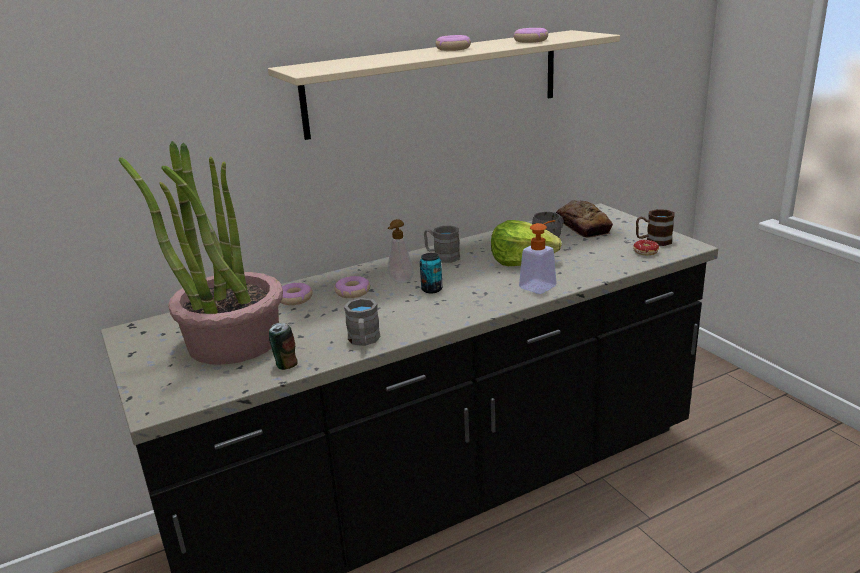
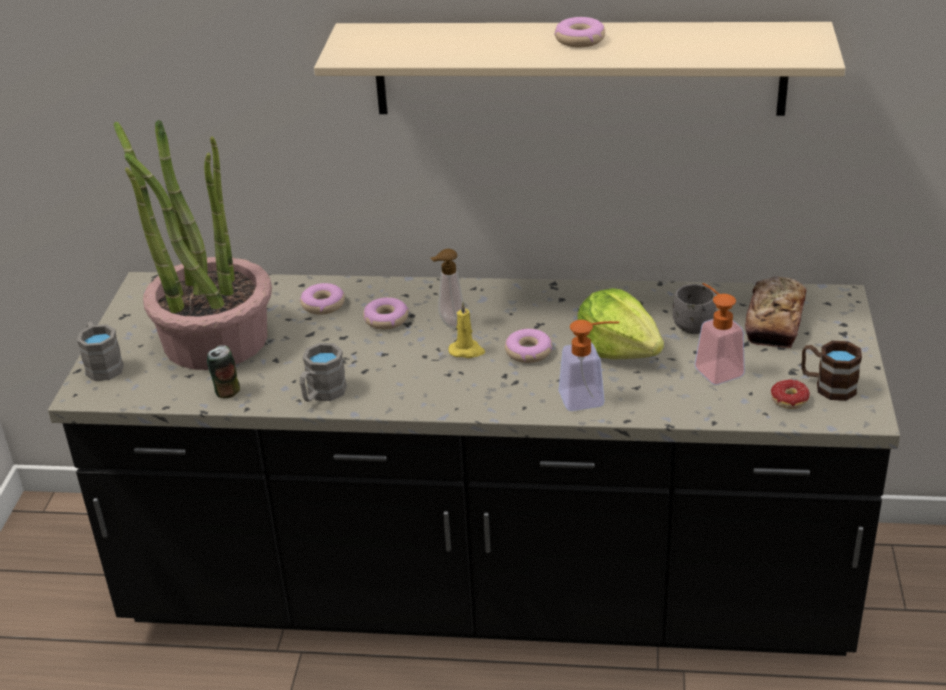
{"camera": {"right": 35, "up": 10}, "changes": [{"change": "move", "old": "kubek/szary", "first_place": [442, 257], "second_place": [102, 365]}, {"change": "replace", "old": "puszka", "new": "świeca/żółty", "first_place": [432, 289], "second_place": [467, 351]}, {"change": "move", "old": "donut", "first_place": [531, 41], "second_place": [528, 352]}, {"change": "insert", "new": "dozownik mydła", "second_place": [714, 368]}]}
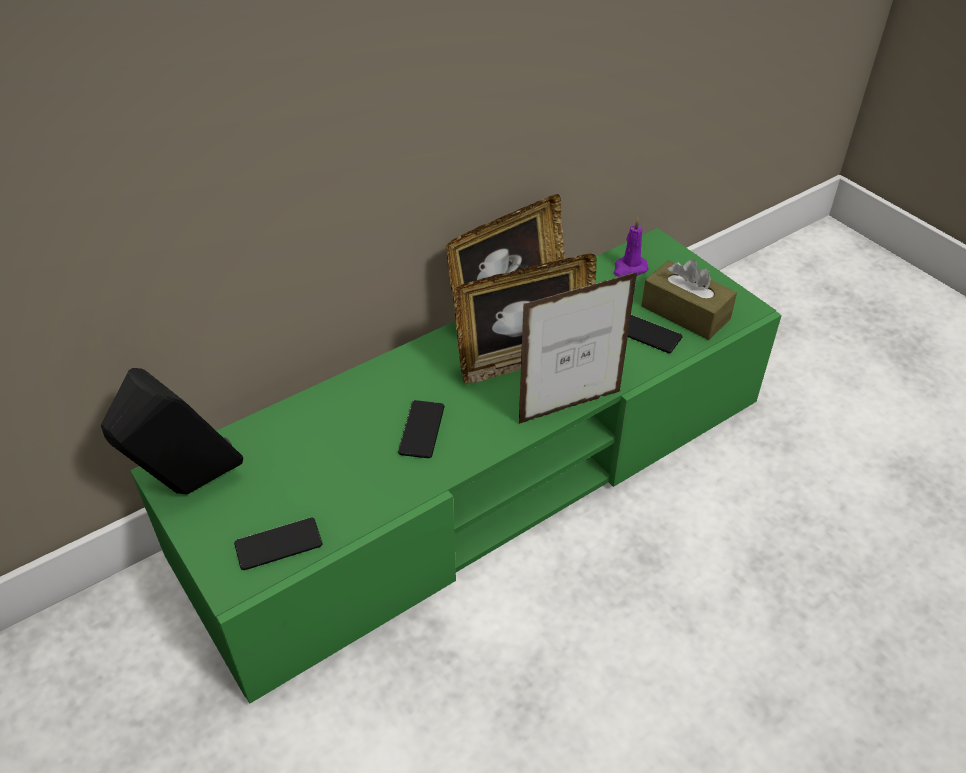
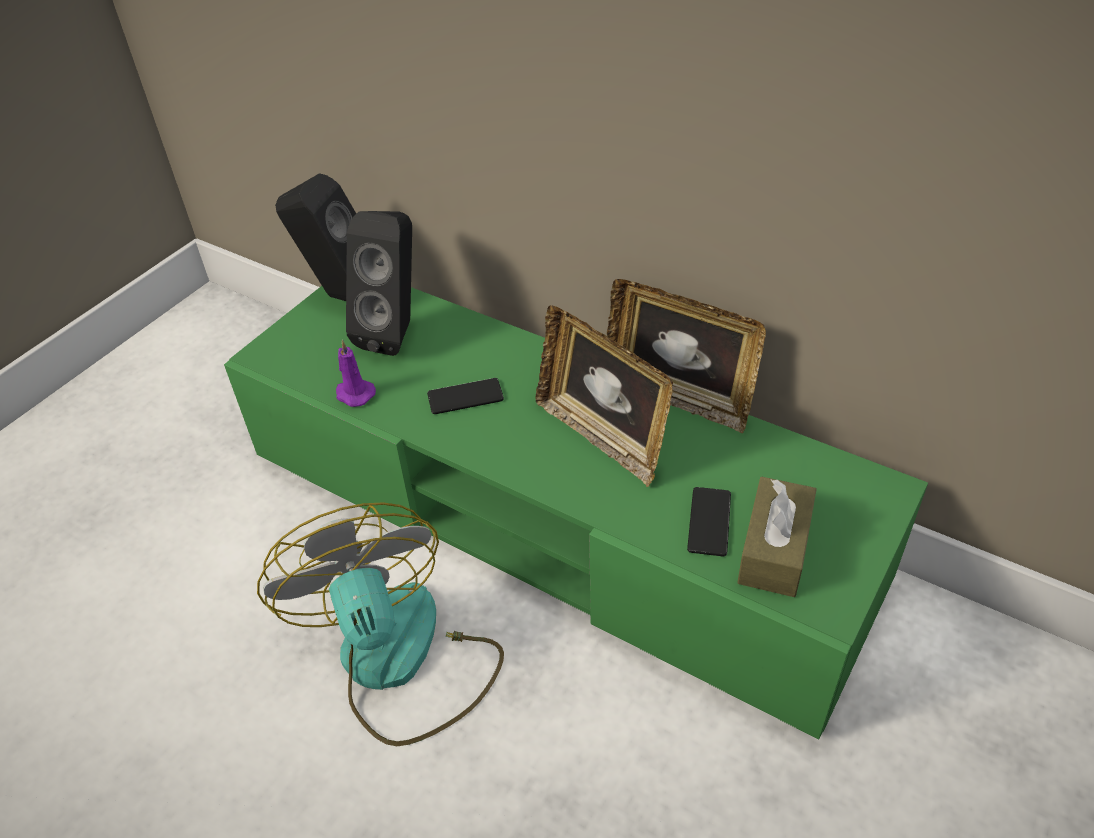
{"camera": {"right": 70, "up": 0}, "changes": [{"change": "insert", "new": "wentylator", "second_place": [400, 662]}, {"change": "move", "old": "świeca/fioletowy", "first_place": [629, 269], "second_place": [354, 394]}, {"change": "insert", "new": "głośnik/czarny", "second_place": [396, 333]}, {"change": "delete", "old": "telefon", "first_place": [278, 544]}, {"change": "delete", "old": "ramka na zdjęcie", "first_place": [570, 407]}]}
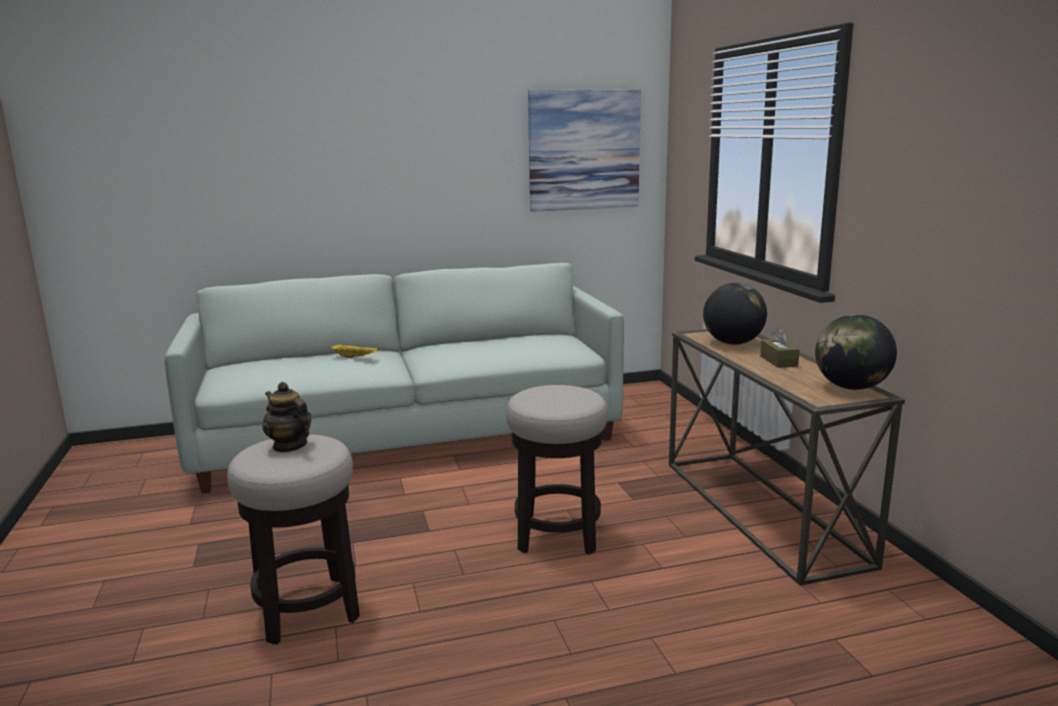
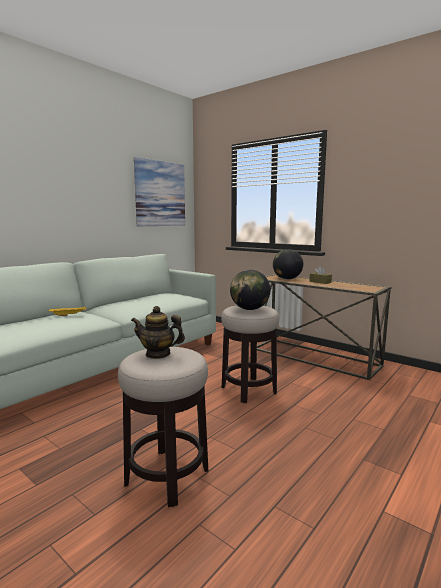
{"camera": {"right": -35, "up": -5}, "changes": [{"change": "move", "old": "globus", "first_place": [851, 387], "second_place": [249, 309]}]}
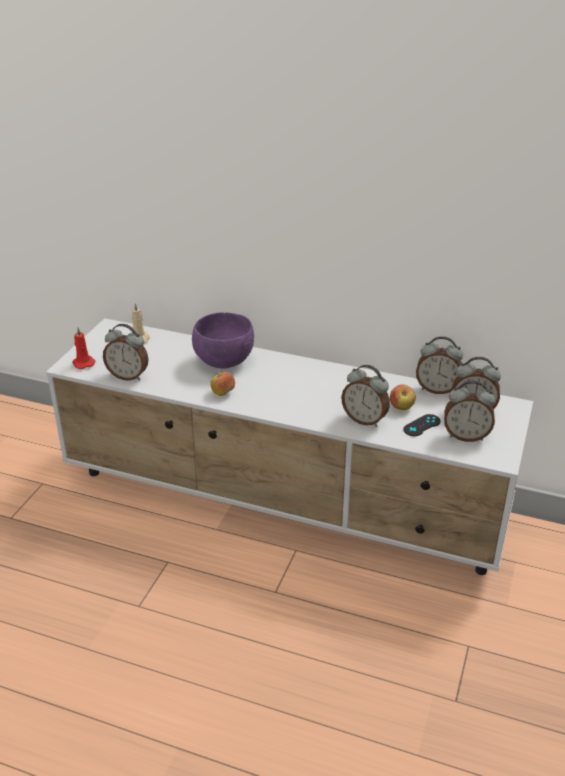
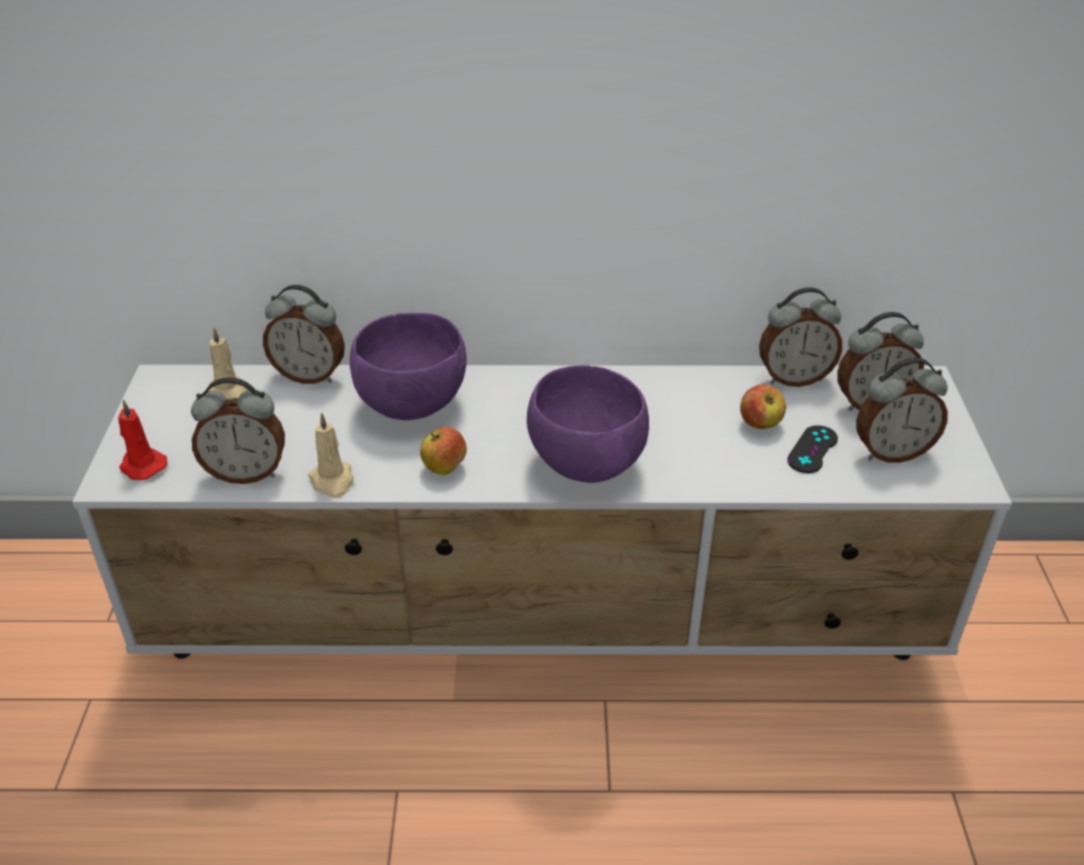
{"camera": {"right": -20, "up": 5}, "changes": [{"change": "move", "old": "budzik", "first_place": [364, 419], "second_place": [310, 375]}, {"change": "insert", "new": "świeca/beżowy", "second_place": [332, 481]}, {"change": "insert", "new": "miska/fioletowy", "second_place": [585, 465]}]}
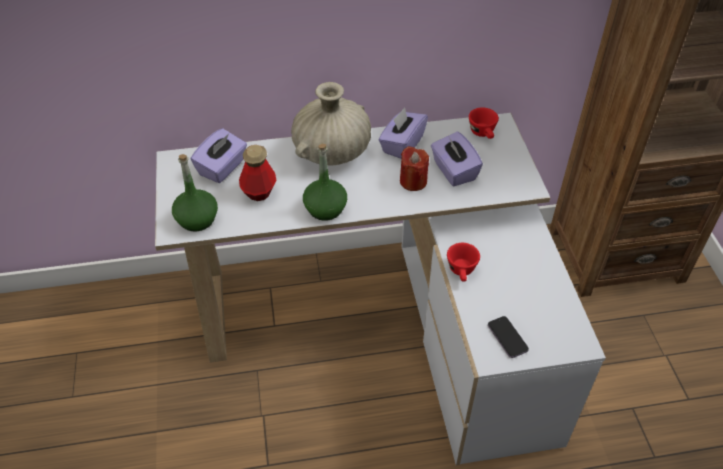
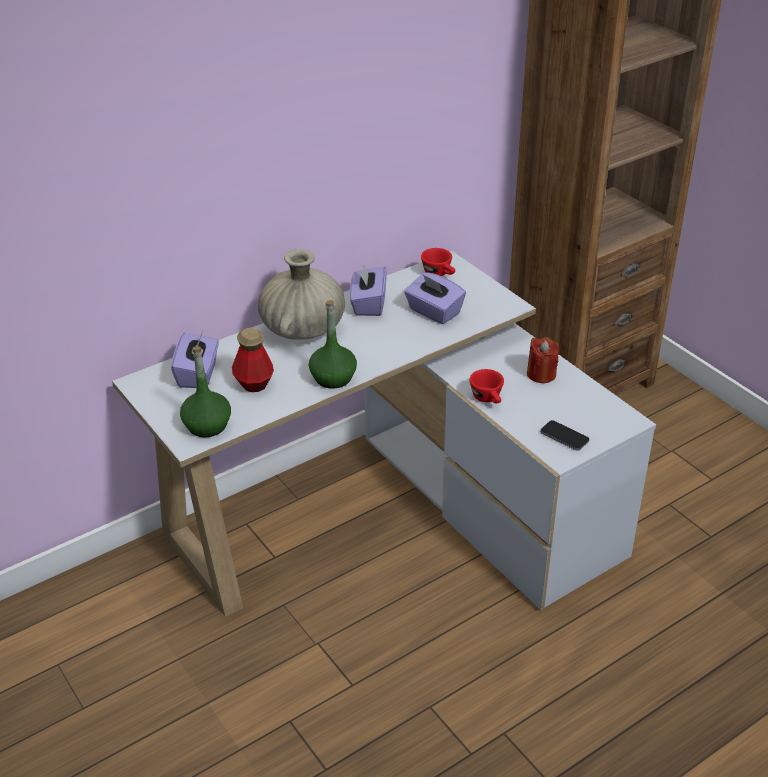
{"camera": {"right": -25, "up": -10}, "changes": [{"change": "move", "old": "świeca/czerwony", "first_place": [413, 181], "second_place": [541, 374]}]}
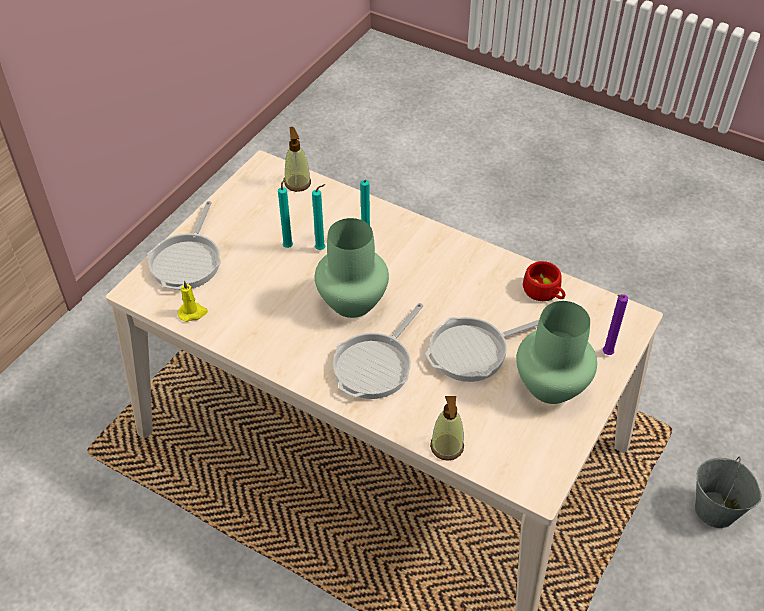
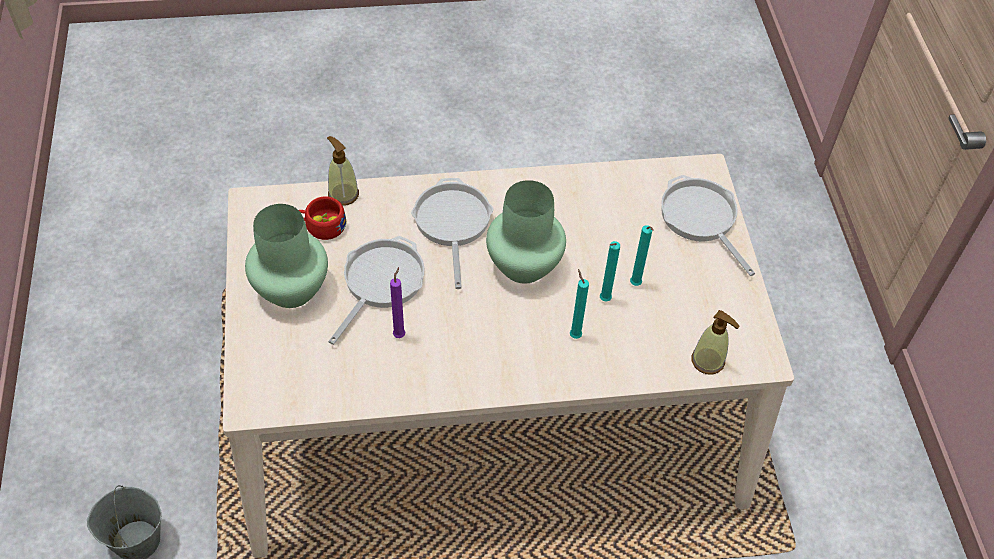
{"camera": {"right": 140, "up": 5}, "changes": [{"change": "move", "old": "filiżanka/czerwony", "first_place": [544, 292], "second_place": [321, 225]}, {"change": "move", "old": "świeca/fioletowy", "first_place": [606, 354], "second_place": [400, 334]}, {"change": "delete", "old": "świeca/żółty", "first_place": [193, 313]}]}
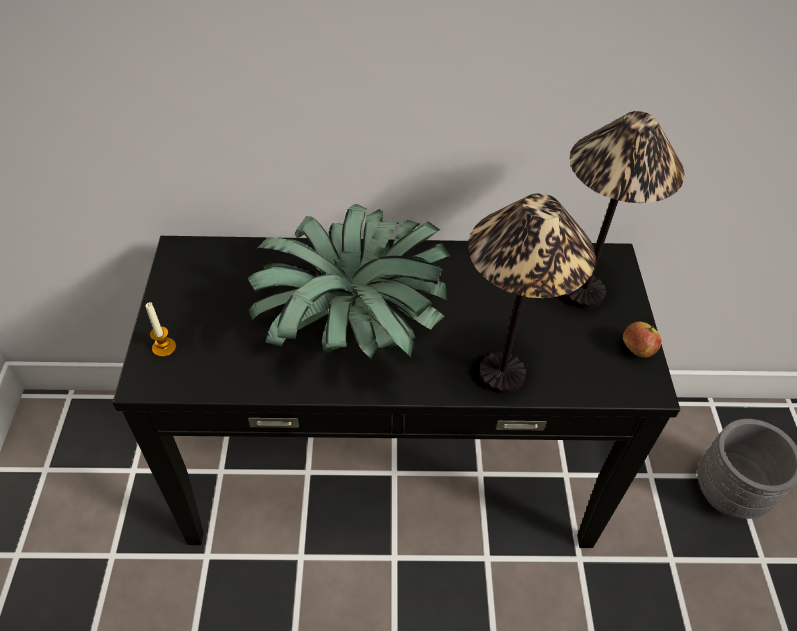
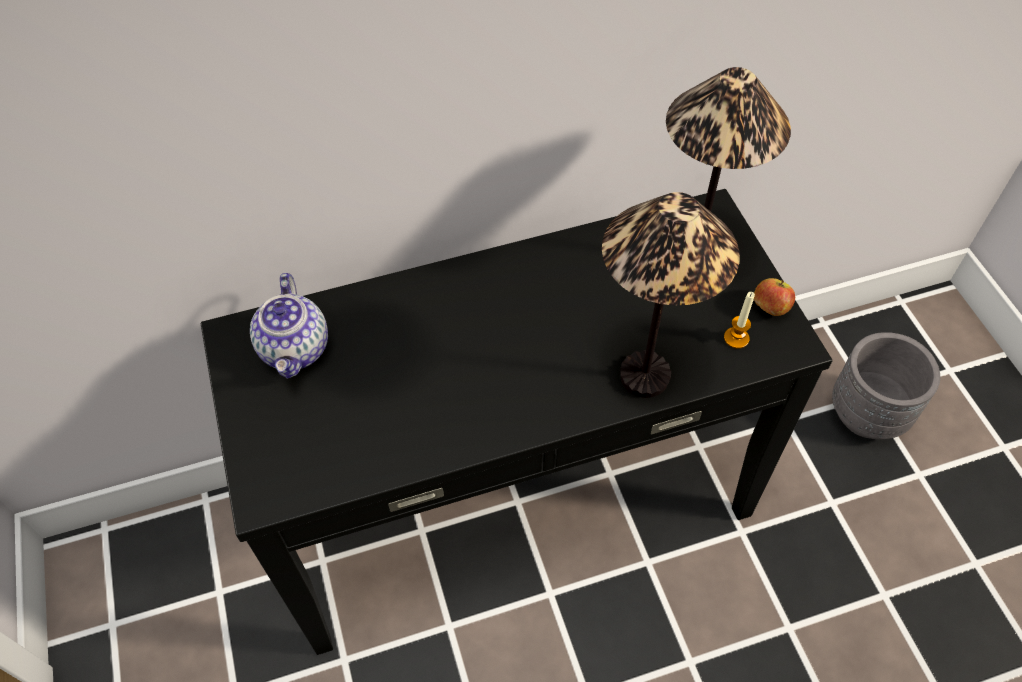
{"camera": {"right": -15, "up": 5}, "changes": [{"change": "insert", "new": "imbryk", "second_place": [296, 349]}, {"change": "move", "old": "świeca", "first_place": [164, 347], "second_place": [736, 338]}, {"change": "delete", "old": "roślina doniczkowa", "first_place": [351, 328]}]}
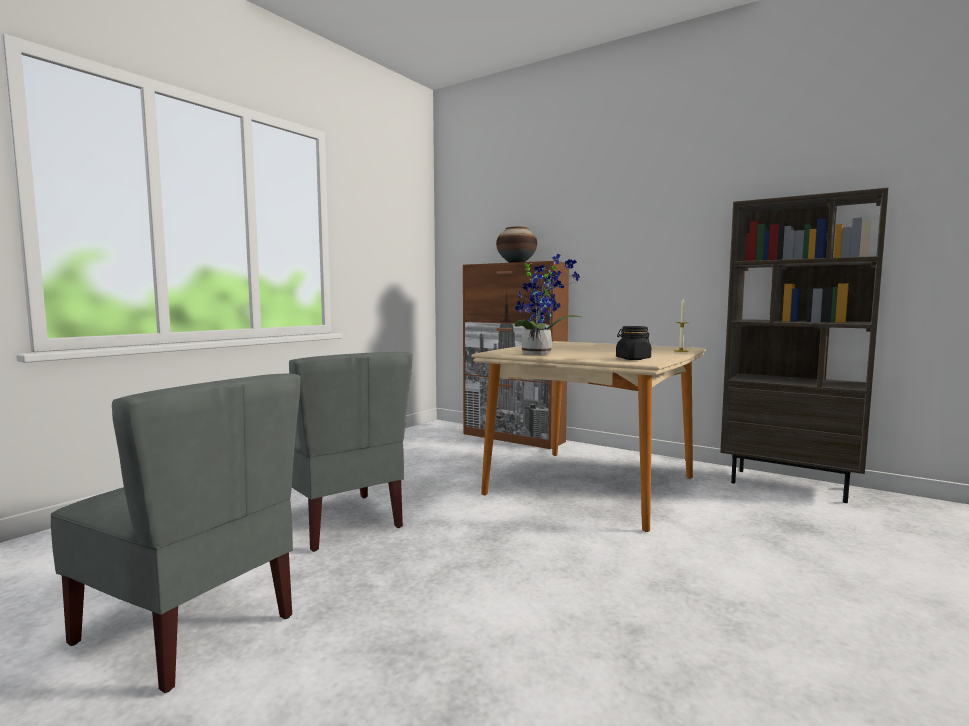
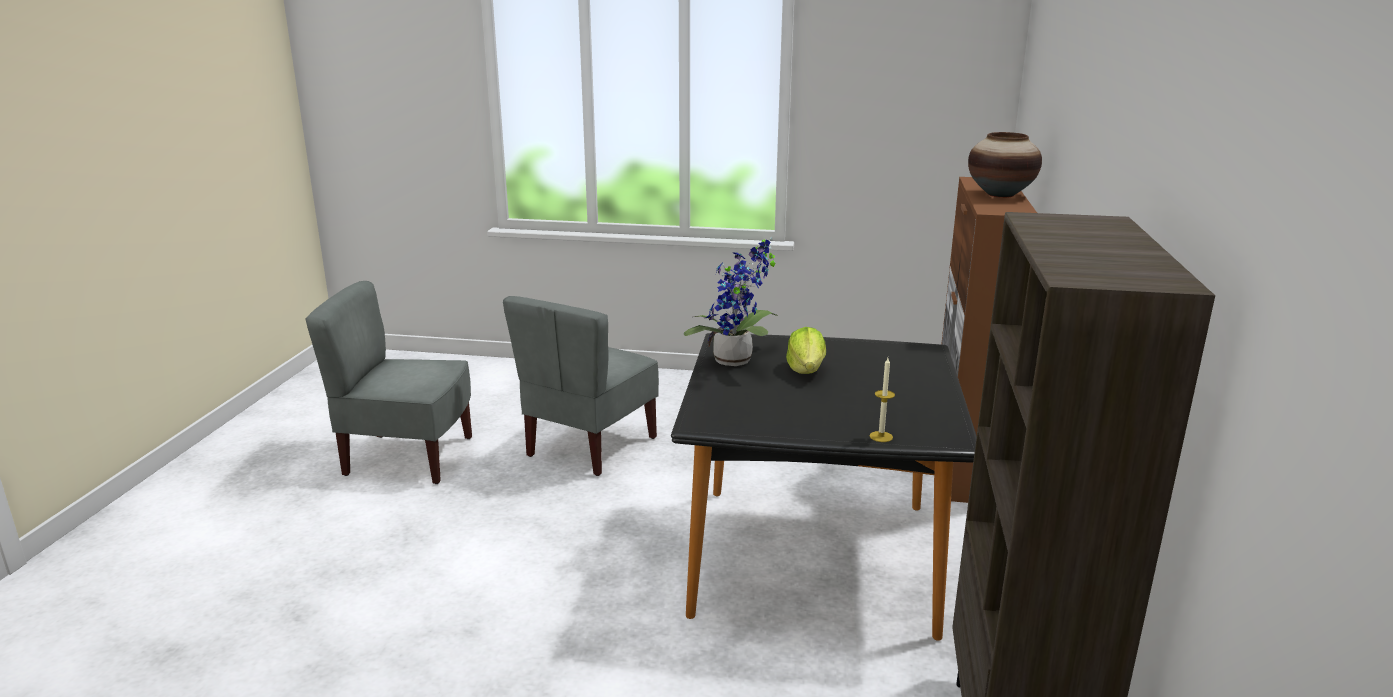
{"camera": {"right": 65, "up": 15}, "changes": [{"change": "rotate", "old": "krzesło/szary", "first_place": [189, 628], "second_place": [407, 457], "degrees": 90}, {"change": "recolor", "old": "stół jadalny/beżowy", "new": "stół jadalny/czarny", "first_place": [592, 485], "second_place": [815, 558]}, {"change": "insert", "new": "sałata", "second_place": [806, 370]}, {"change": "delete", "old": "słoik/czarny", "first_place": [633, 359]}]}
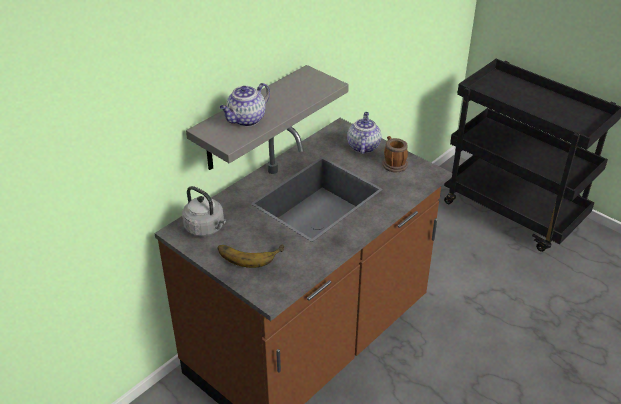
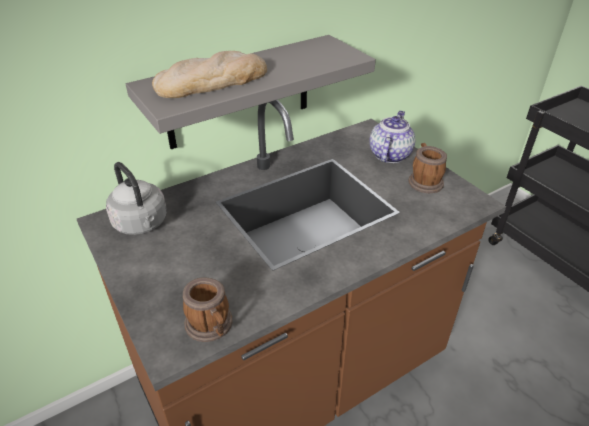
{"camera": {"right": 15, "up": 0}, "changes": [{"change": "replace", "old": "imbryk", "new": "chleb", "first_place": [246, 120], "second_place": [212, 81]}, {"change": "insert", "new": "kubek", "second_place": [211, 327]}, {"change": "delete", "old": "banan", "first_place": [249, 253]}]}
